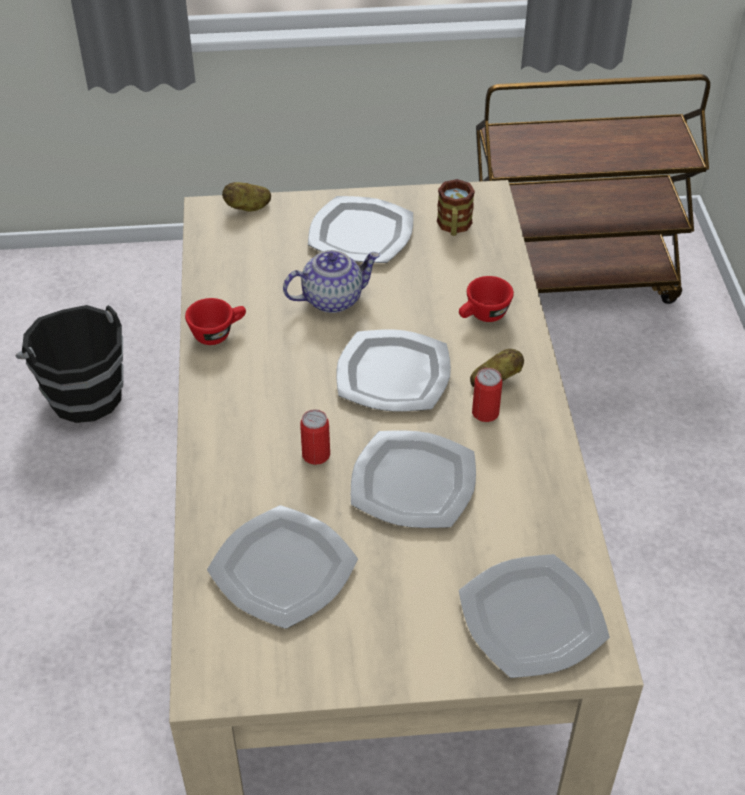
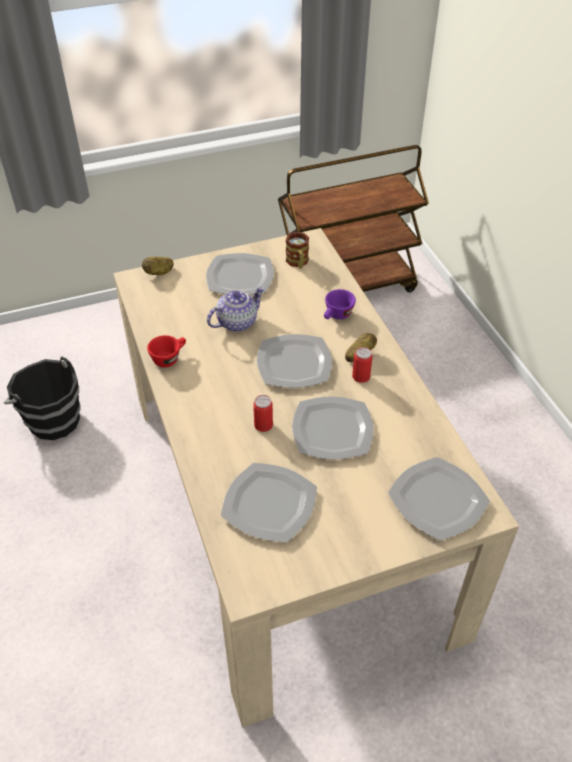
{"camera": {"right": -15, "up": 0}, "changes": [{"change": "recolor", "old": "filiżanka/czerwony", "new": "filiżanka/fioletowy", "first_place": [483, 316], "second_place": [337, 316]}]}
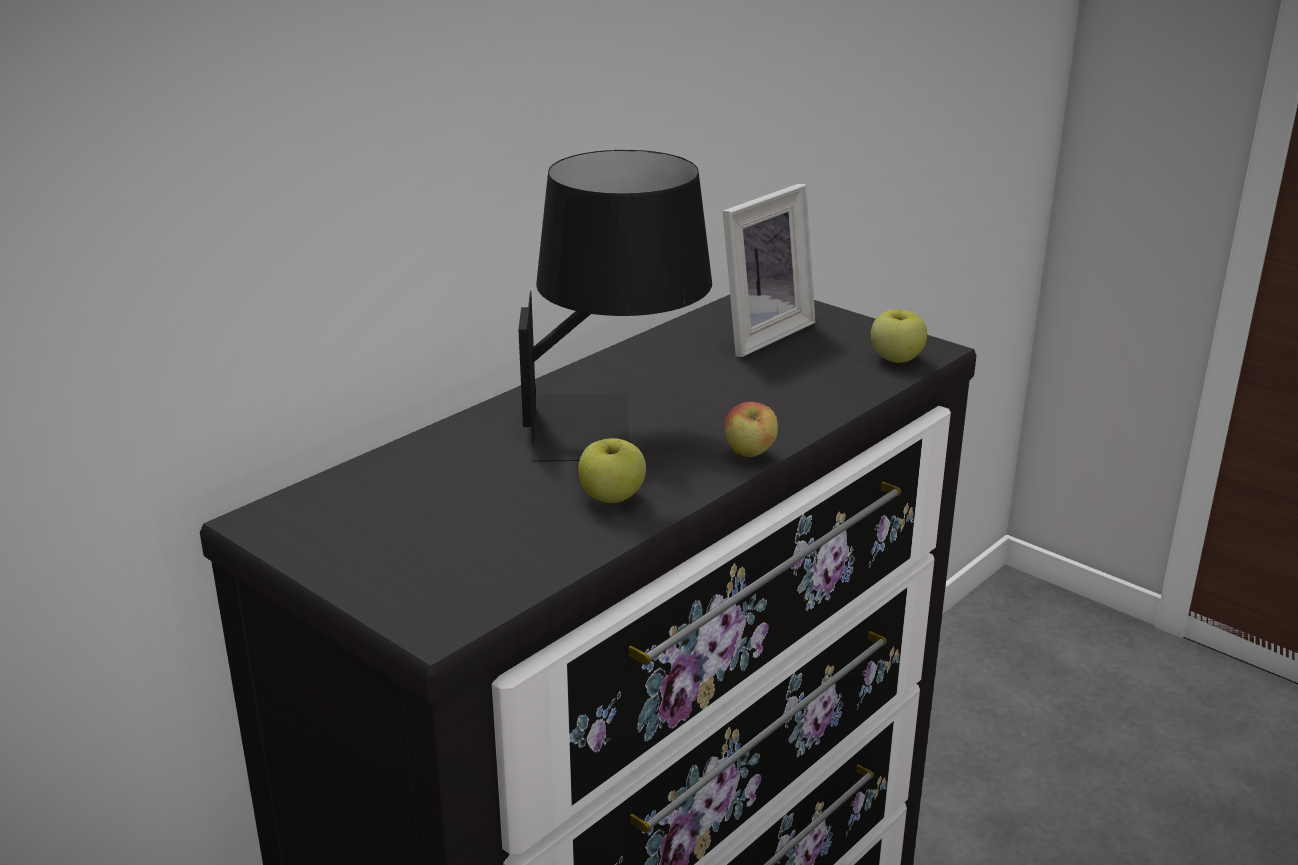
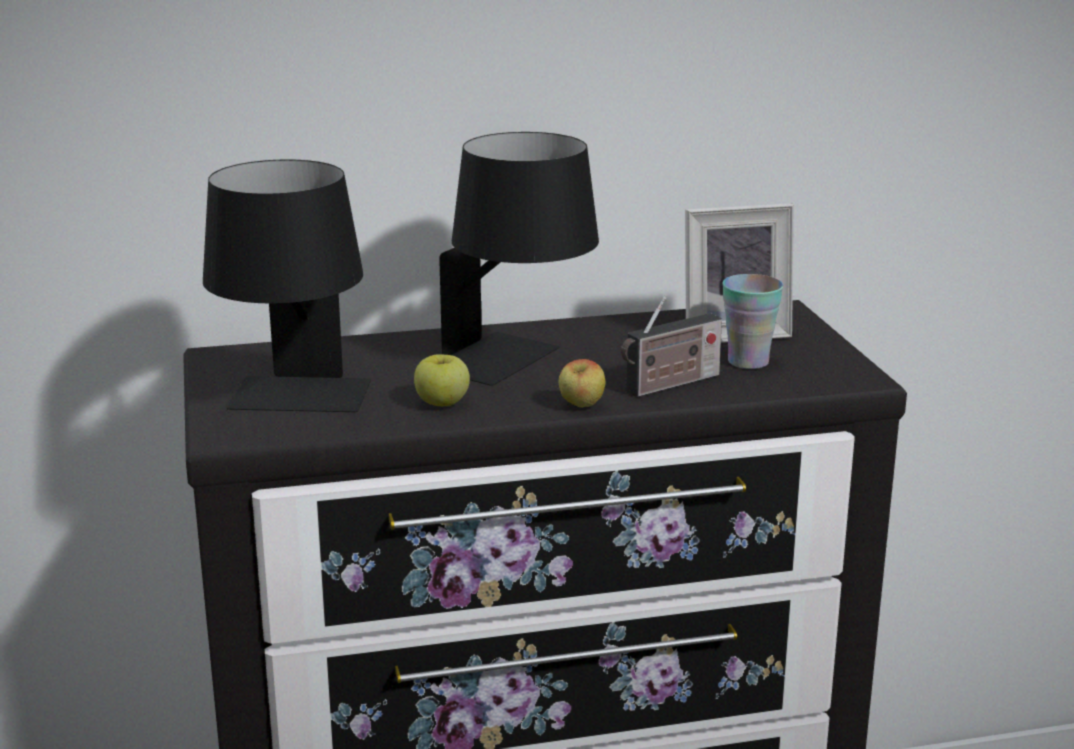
{"camera": {"right": 35, "up": -5}, "changes": [{"change": "insert", "new": "lampa stołowa/czarny", "second_place": [295, 405]}, {"change": "insert", "new": "radio", "second_place": [669, 385]}, {"change": "insert", "new": "filiżanka", "second_place": [748, 362]}, {"change": "delete", "old": "jabłko", "first_place": [896, 358]}]}
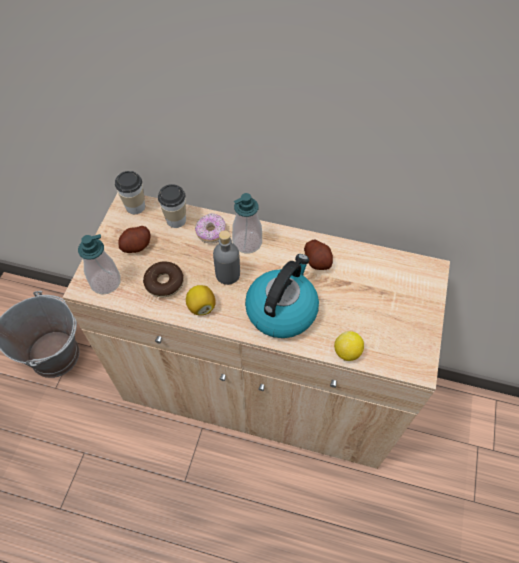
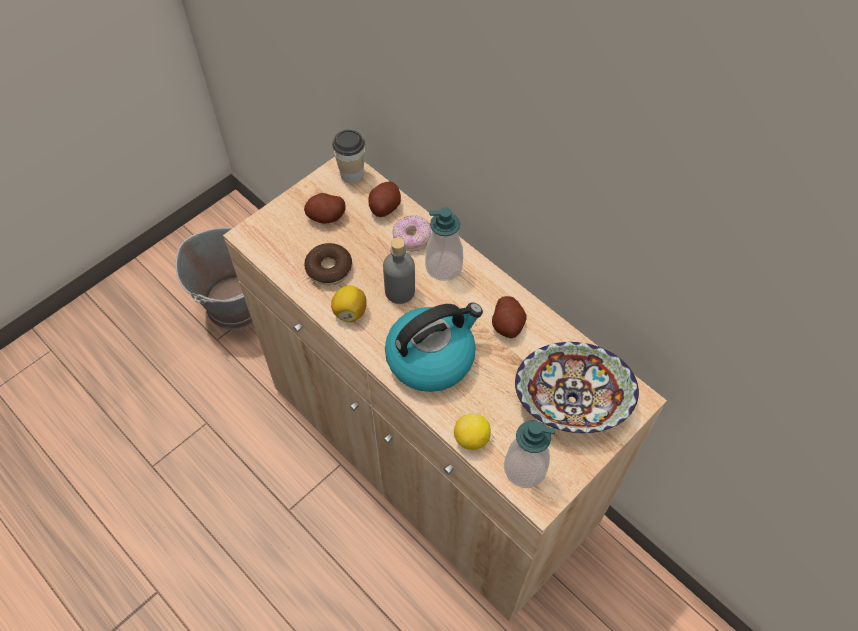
{"camera": {"right": 30, "up": 0}, "changes": [{"change": "replace", "old": "filiżanka", "new": "ziemniak", "first_place": [176, 220], "second_place": [384, 207]}, {"change": "move", "old": "dozownik mydła", "first_place": [105, 282], "second_place": [525, 469]}, {"change": "insert", "new": "miska", "second_place": [571, 399]}]}
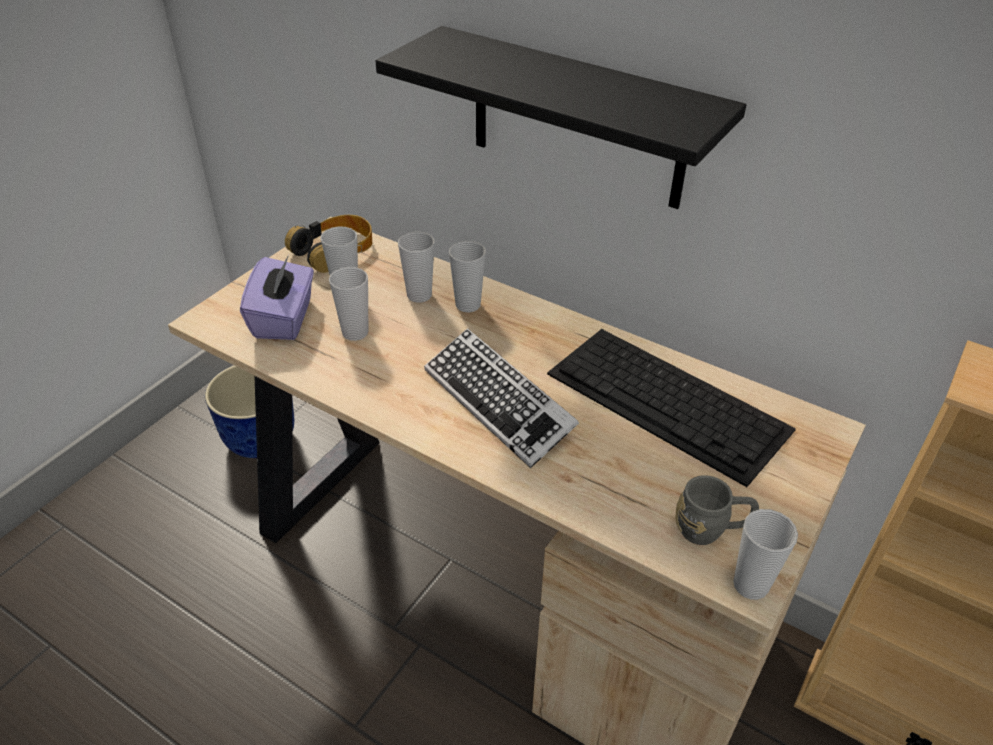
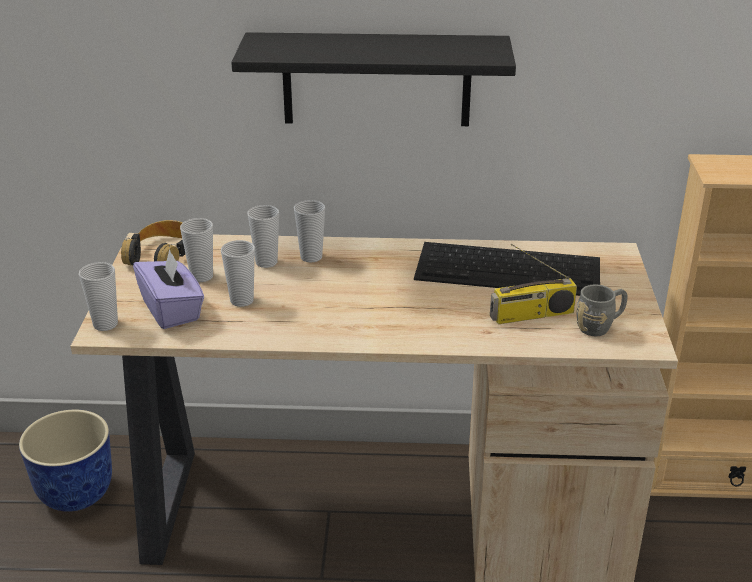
{"camera": {"right": -30, "up": -10}, "changes": [{"change": "move", "old": "filiżanka", "first_place": [750, 585], "second_place": [105, 324]}, {"change": "insert", "new": "radio", "second_place": [531, 315]}, {"change": "delete", "old": "klawiatura", "first_place": [498, 403]}]}
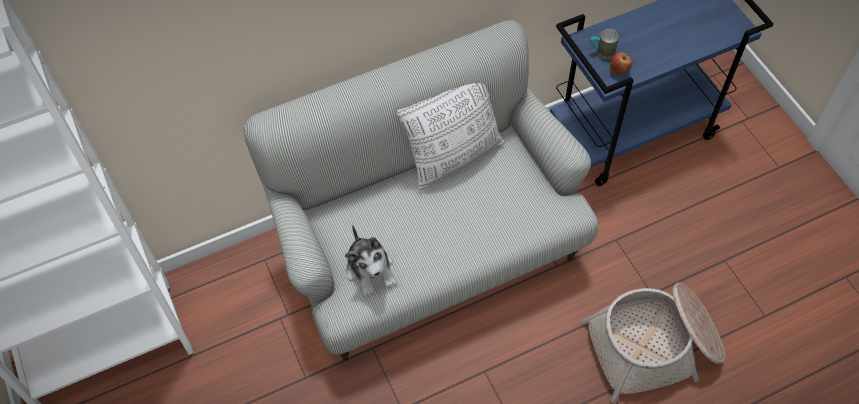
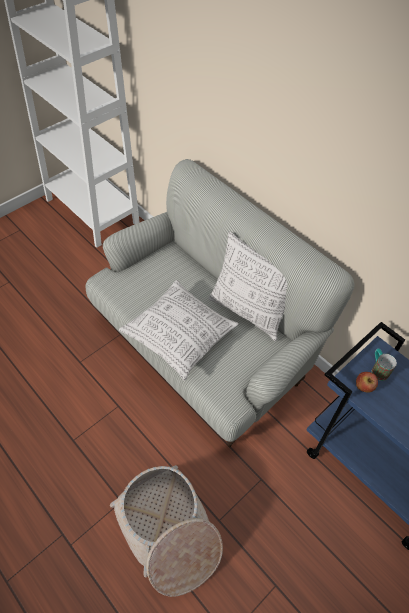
{"camera": {"right": 70, "up": -5}, "changes": [{"change": "insert", "new": "poduszka", "second_place": [180, 335]}, {"change": "delete", "old": "pluszak", "first_place": [370, 270]}]}
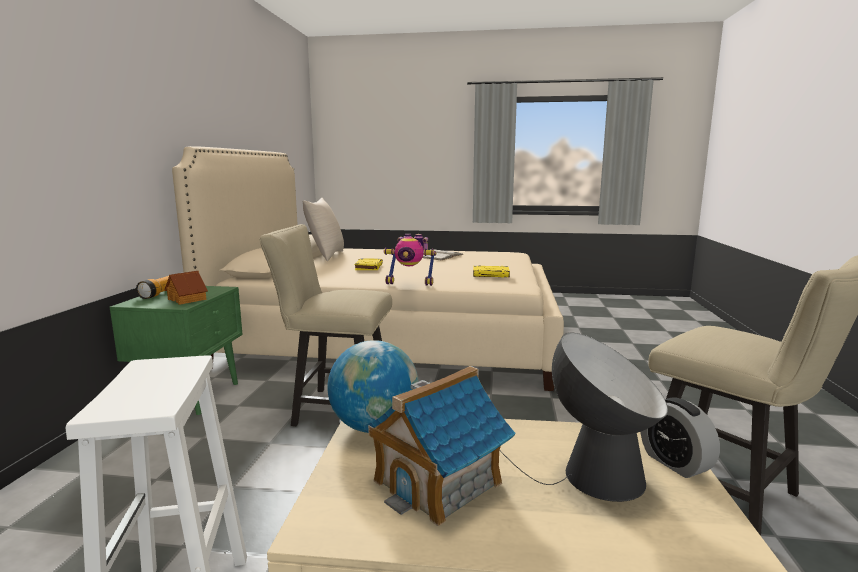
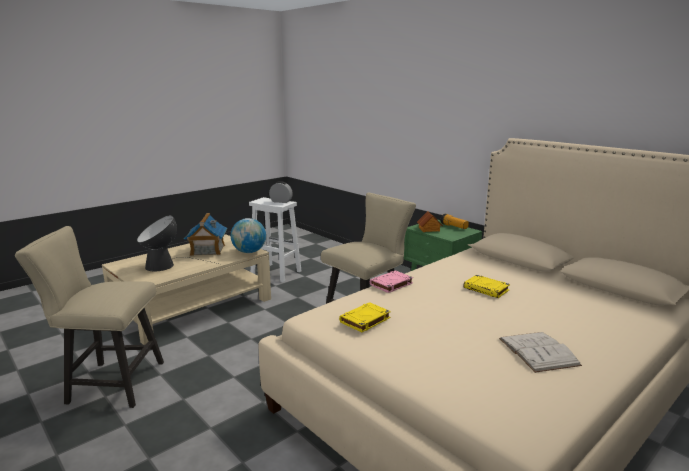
{"camera": {"right": 130, "up": 5}, "changes": [{"change": "move", "old": "budzik", "first_place": [675, 463], "second_place": [281, 201]}, {"change": "replace", "old": "robot zabawkowy", "new": "książka/różowy", "first_place": [410, 283], "second_place": [391, 284]}, {"change": "delete", "old": "poduszka/beżowy", "first_place": [325, 256]}]}
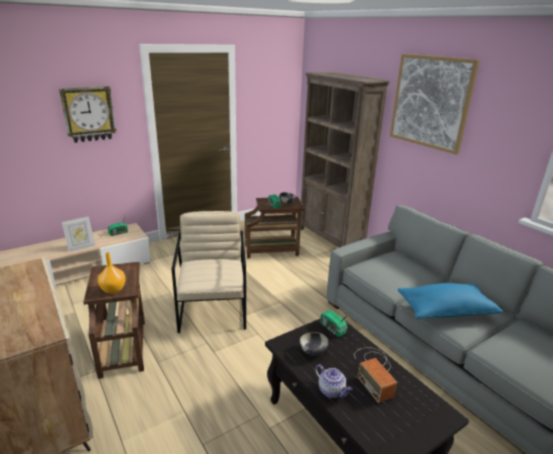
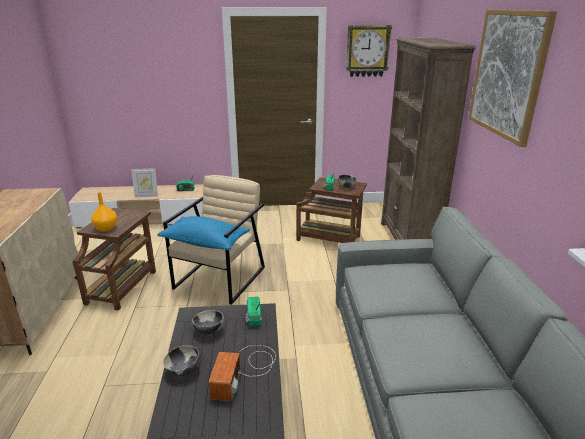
{"camera": {"right": 30, "up": 0}, "changes": [{"change": "move", "old": "poduszka/niebieski", "first_place": [445, 311], "second_place": [205, 243]}, {"change": "replace", "old": "imbryk", "new": "miska", "first_place": [332, 391], "second_place": [183, 371]}, {"change": "move", "old": "zegar ścienny", "first_place": [88, 114], "second_place": [367, 51]}]}
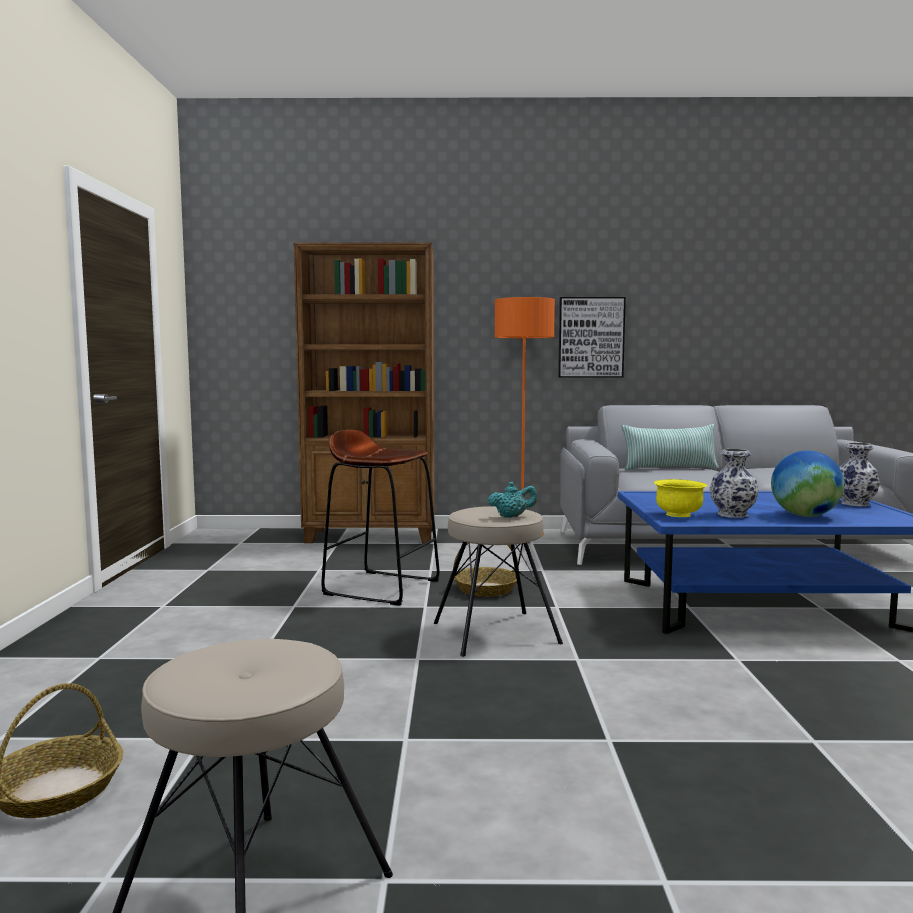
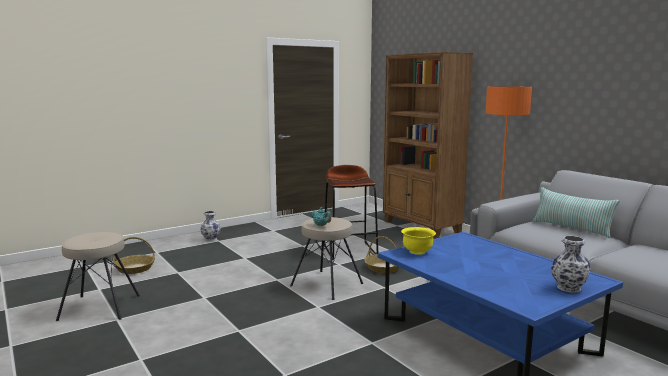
{"camera": {"right": 55, "up": 5}, "changes": [{"change": "move", "old": "wazon", "first_place": [731, 514], "second_place": [211, 239]}, {"change": "delete", "old": "obraz", "first_place": [591, 337]}, {"change": "delete", "old": "globus", "first_place": [805, 516]}]}
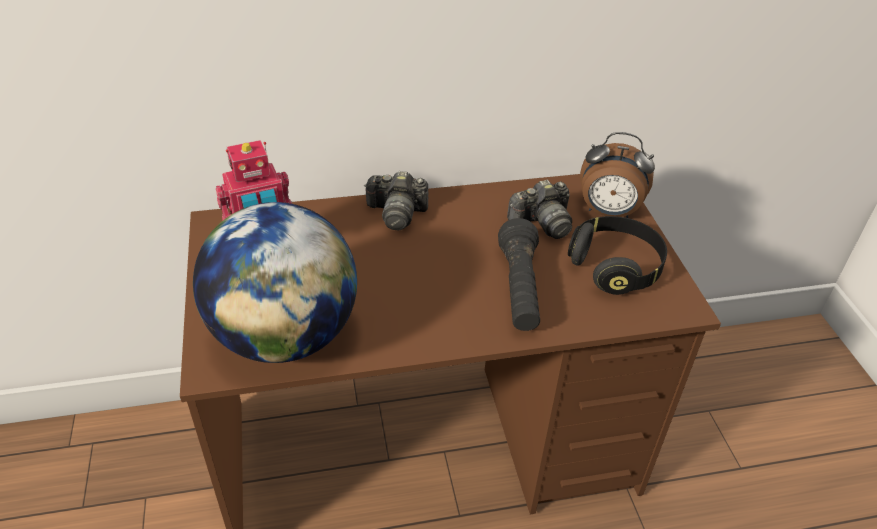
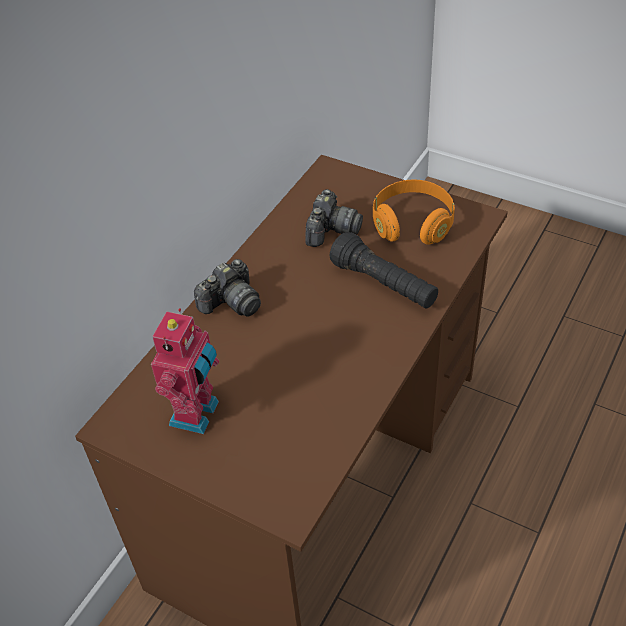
{"camera": {"right": -45, "up": 5}, "changes": [{"change": "recolor", "old": "słuchawki/czarny", "new": "słuchawki/pomarańczowy", "first_place": [615, 267], "second_place": [412, 224]}, {"change": "delete", "old": "globus", "first_place": [285, 336]}, {"change": "delete", "old": "budzik", "first_place": [608, 212]}]}
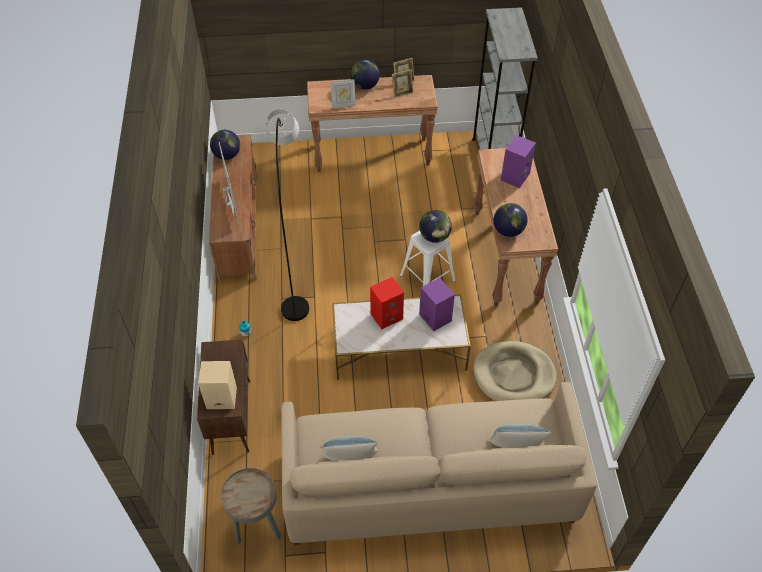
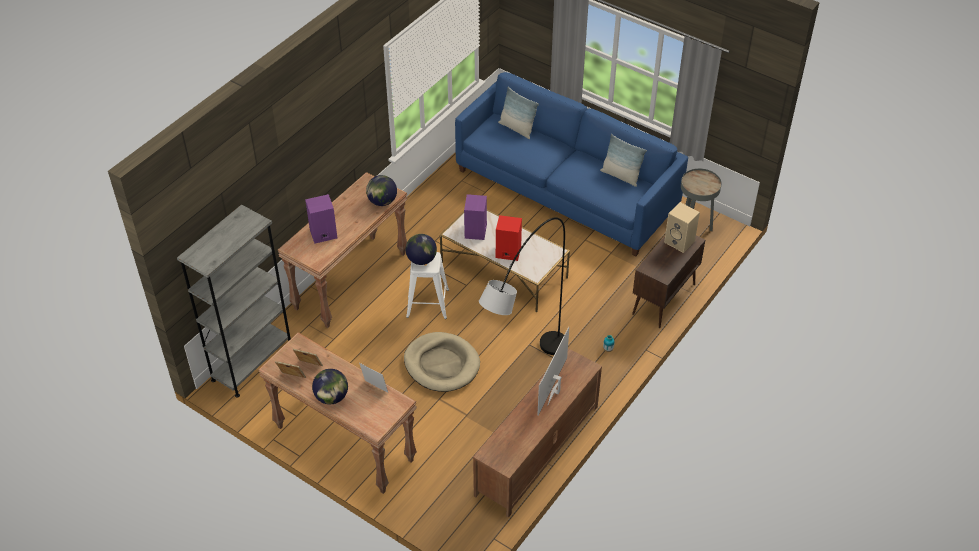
{"camera": {"right": -140, "up": -5}, "changes": [{"change": "move", "old": "legowisko/beżowy", "first_place": [513, 375], "second_place": [442, 364]}, {"change": "recolor", "old": "kanapa/beżowy", "new": "kanapa/niebieski", "first_place": [429, 484], "second_place": [566, 190]}, {"change": "delete", "old": "globus", "first_place": [227, 155]}]}
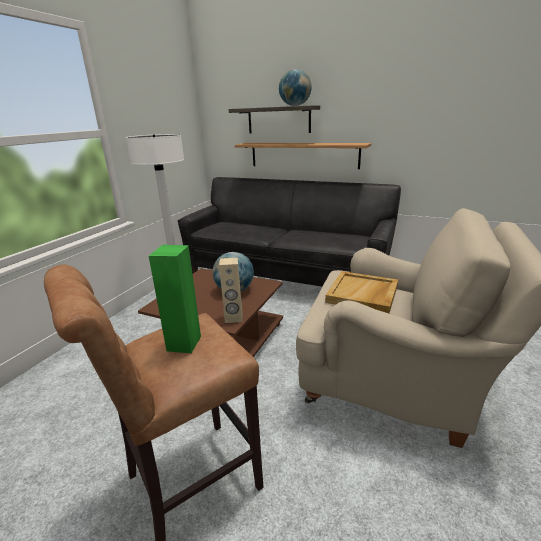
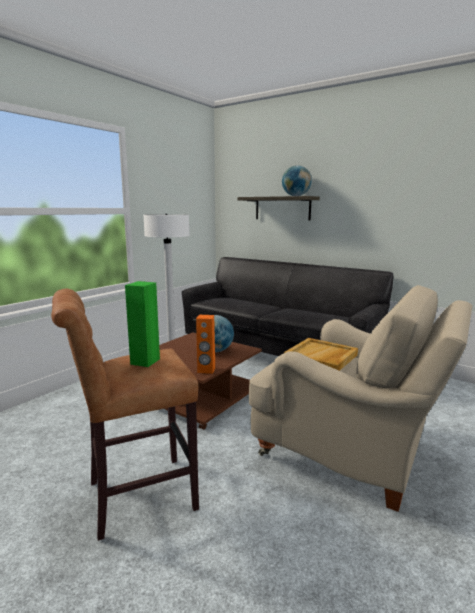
{"camera": {"right": 10, "up": -10}, "changes": [{"change": "recolor", "old": "głośnik/beżowy", "new": "głośnik/pomarańczowy", "first_place": [233, 318], "second_place": [206, 370]}, {"change": "delete", "old": "półka", "first_place": [303, 155]}]}
